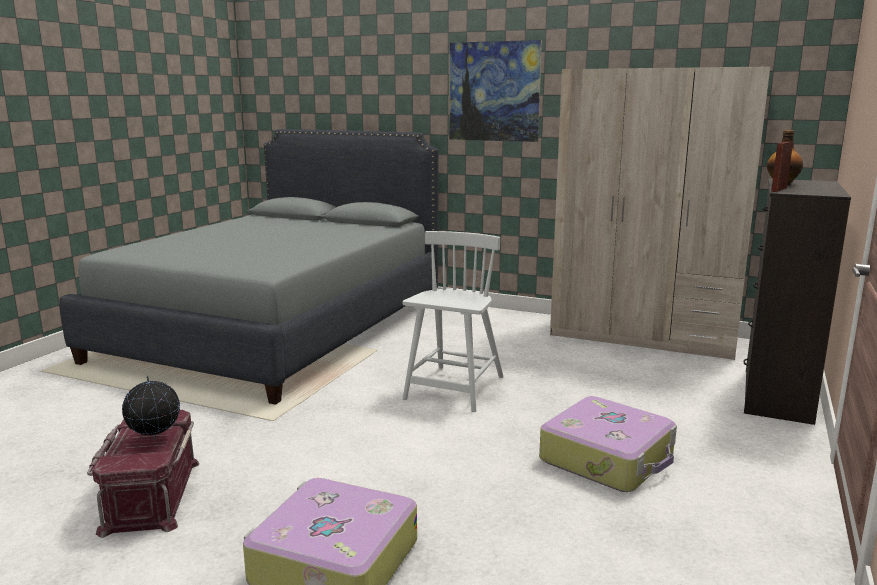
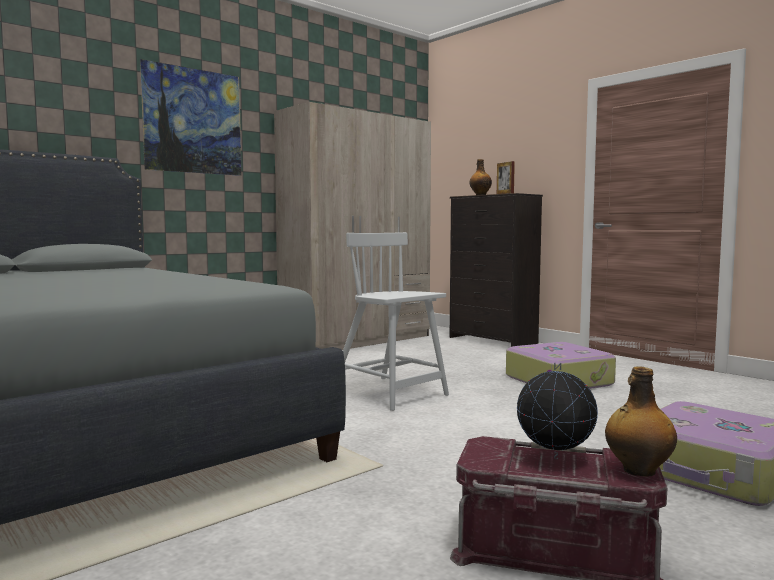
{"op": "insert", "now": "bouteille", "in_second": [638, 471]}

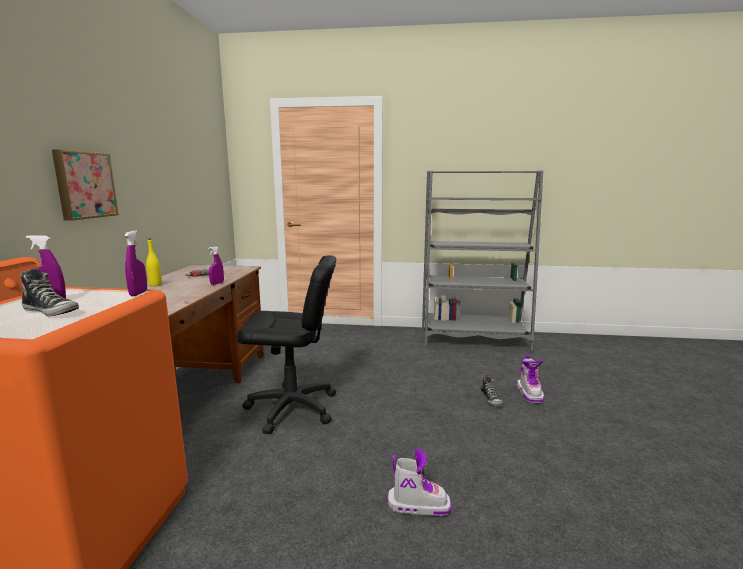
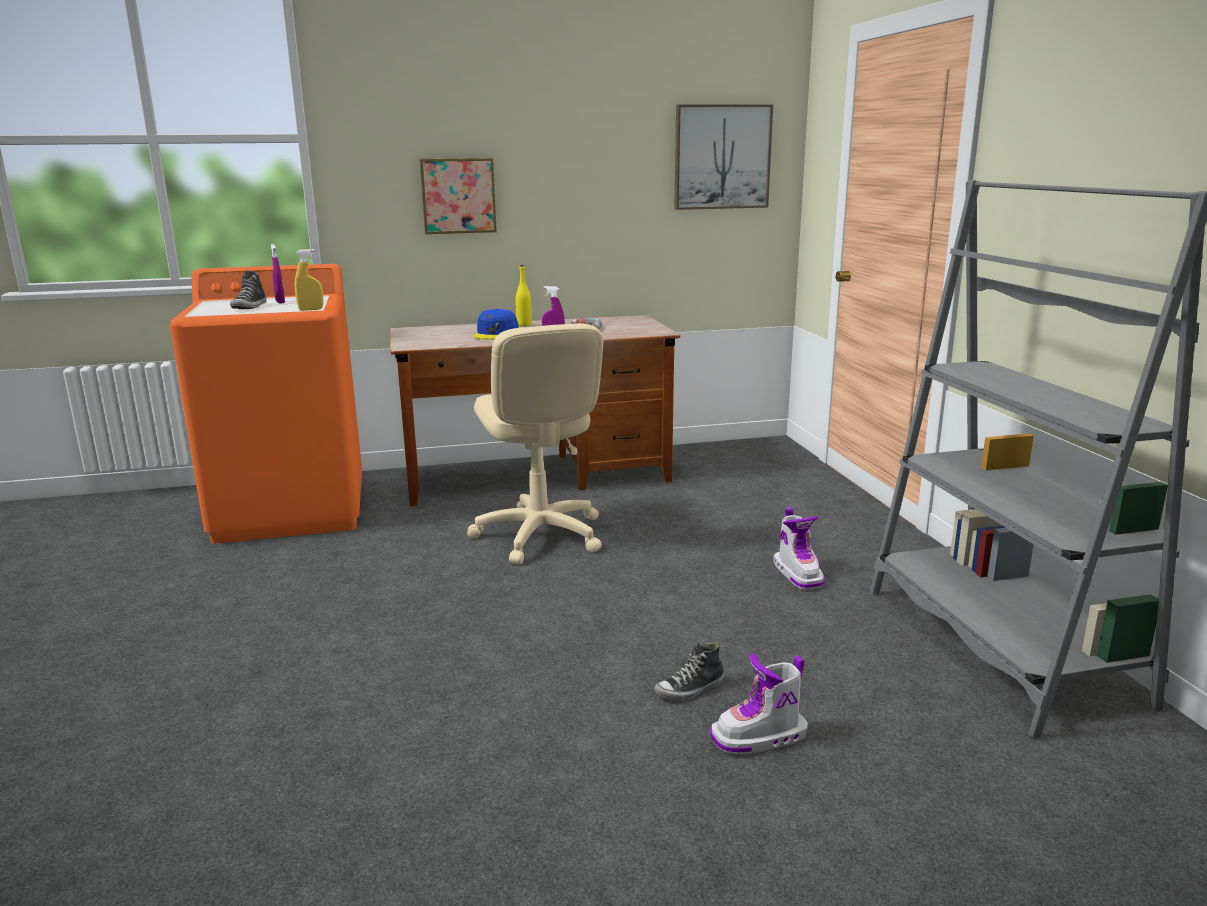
{"op": "insert", "now": "casquette (bleu)", "in_second": [496, 334]}
{"op": "insert", "now": "tableau", "in_second": [722, 157]}
{"op": "move", "was": "botte", "in_first": [418, 505], "in_second": [798, 574]}
{"op": "recolor", "was": "vaporisateur (violet)", "now": "vaporisateur (jaune)", "in_first": [138, 293], "in_second": [311, 309]}
{"op": "recolor", "was": "chaise de bureau (noir)", "now": "chaise de bureau (beige)", "in_first": [292, 408], "in_second": [539, 535]}

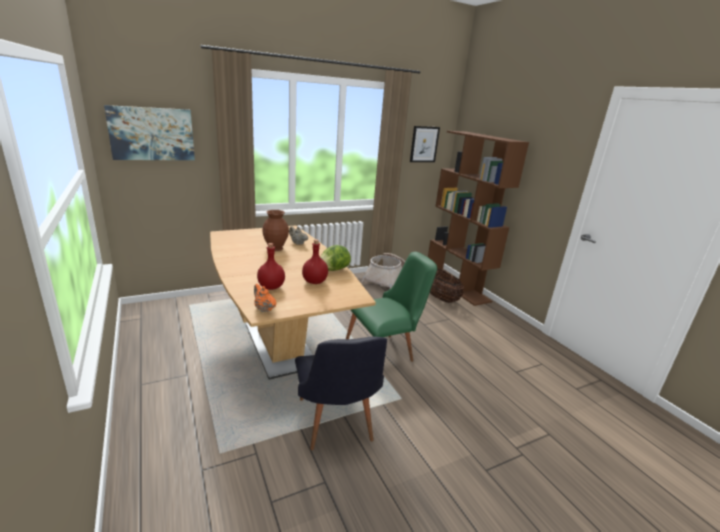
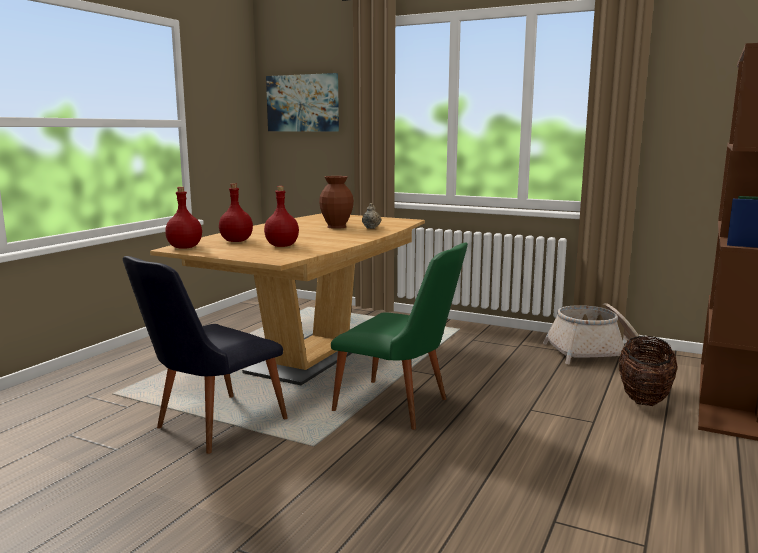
{"op": "delete", "was": "laitue", "in_first": [333, 270]}
{"op": "delete", "was": "tableau", "in_first": [424, 144]}
{"op": "replace", "was": "théière (orange)", "now": "bouteille (rouge)", "in_first": [264, 309], "in_second": [184, 247]}

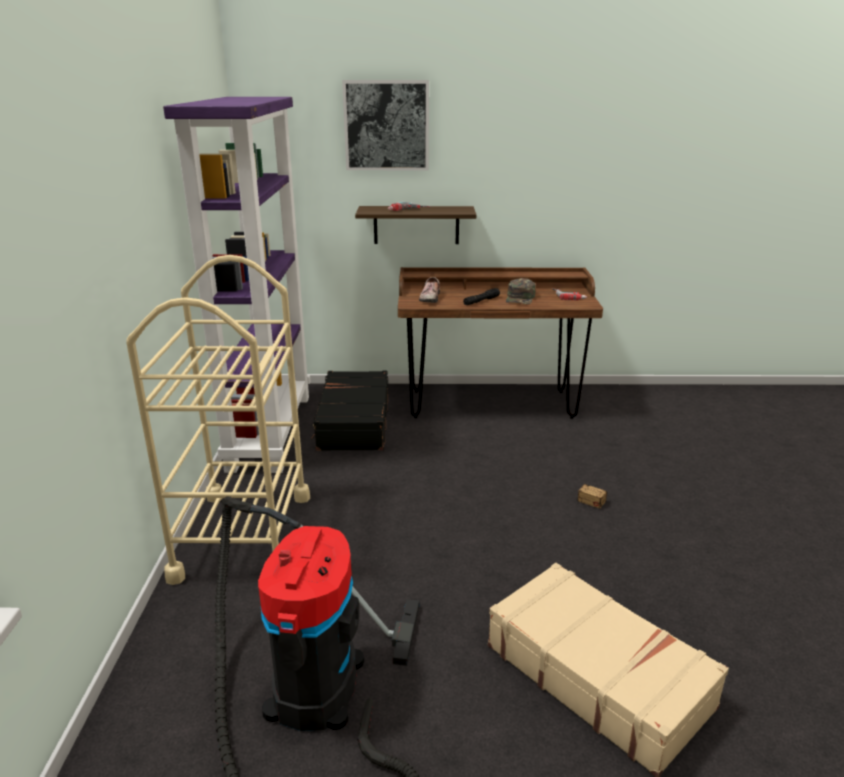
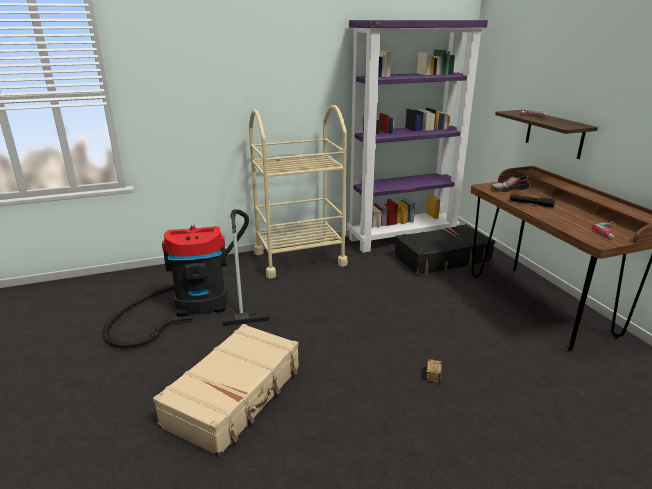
{"op": "delete", "was": "tableau", "in_first": [386, 125]}
{"op": "delete", "was": "casquette (vert)", "in_first": [520, 298]}

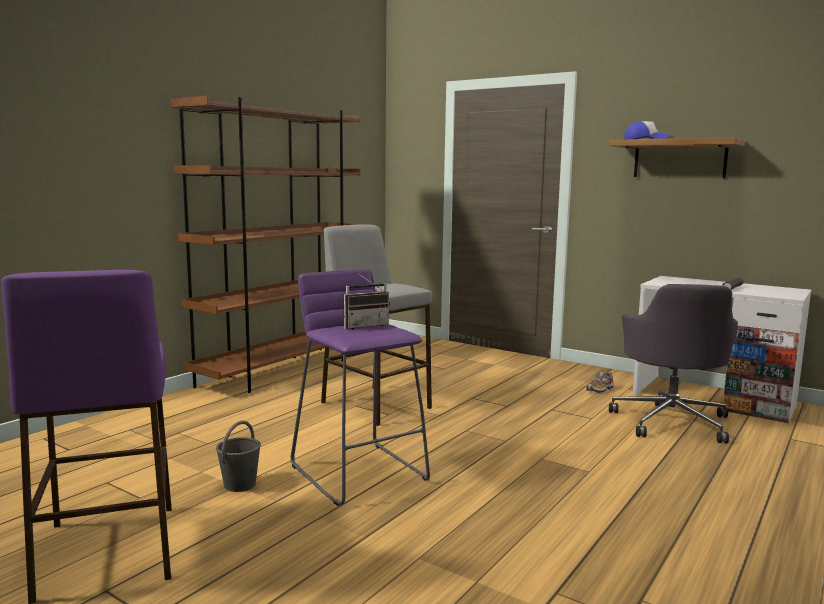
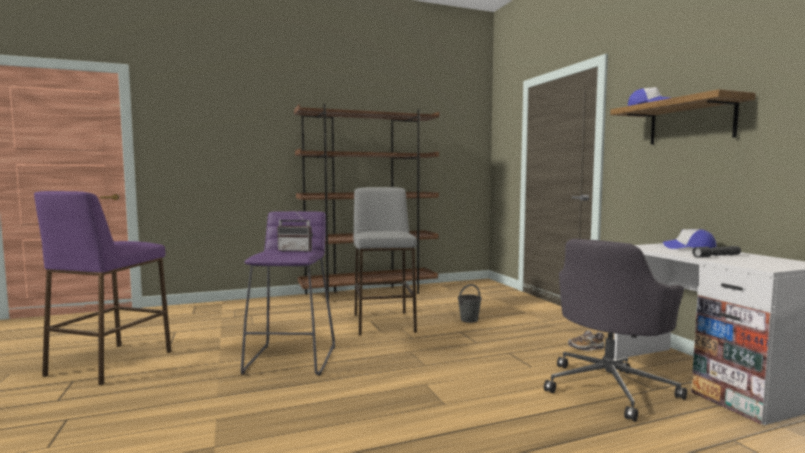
{"op": "insert", "now": "casquette", "in_second": [689, 248]}
{"op": "move", "was": "seau (gris)", "in_first": [240, 484], "in_second": [469, 320]}

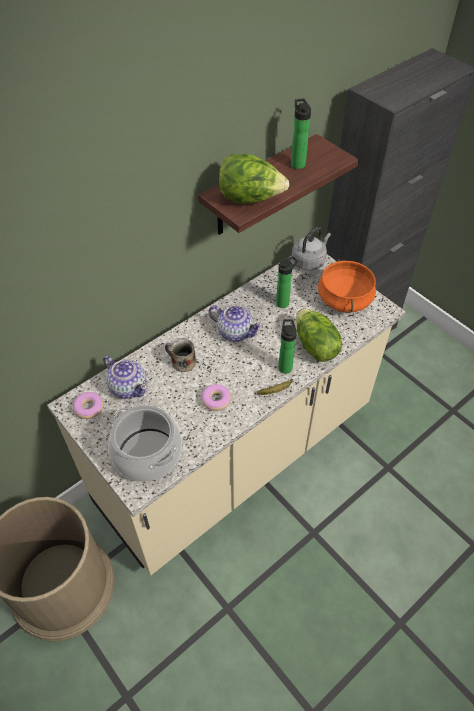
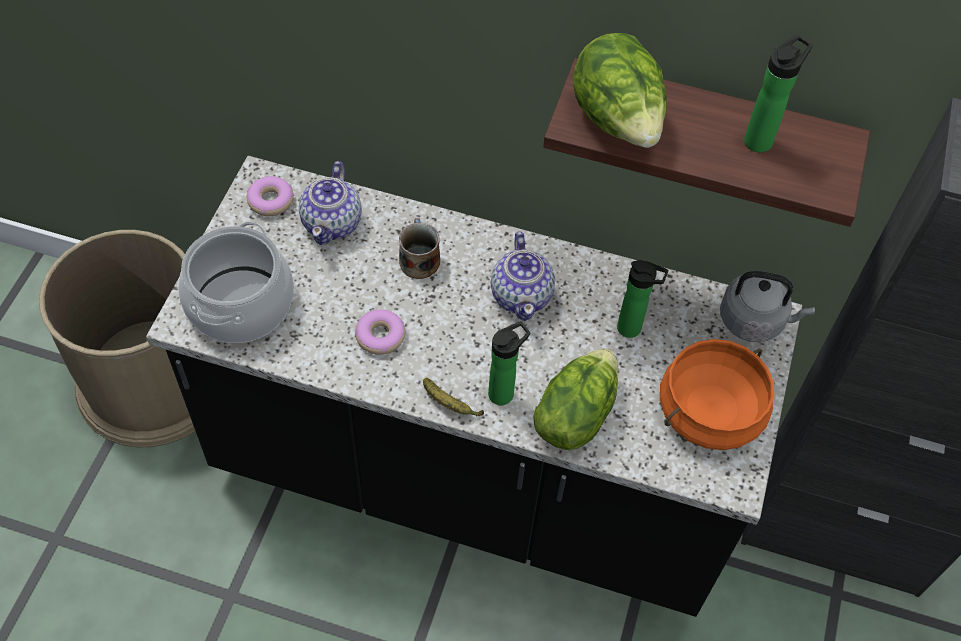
{"op": "recolor", "was": "comptoir de cuisine (beige)", "now": "comptoir de cuisine (noir)", "in_first": [237, 456], "in_second": [471, 477]}

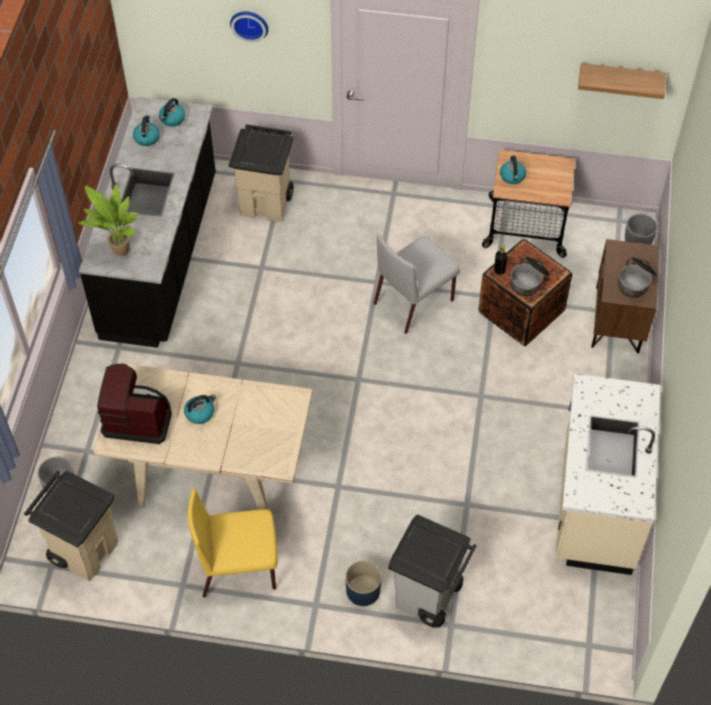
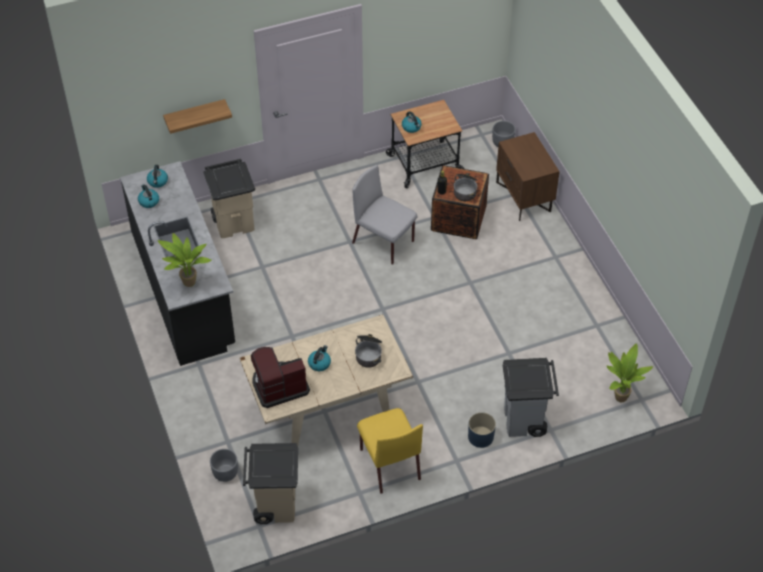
{"op": "delete", "was": "horloge murale", "in_first": [249, 24]}
{"op": "delete", "was": "comptoir de cuisine (beige)", "in_first": [595, 504]}
{"op": "insert", "now": "plante en pot", "in_second": [619, 397]}
{"op": "move", "was": "étagère", "in_first": [620, 79], "in_second": [195, 115]}
{"op": "move", "was": "marmite", "in_first": [636, 282], "in_second": [369, 353]}
{"op": "rotate", "was": "chaise (jaune)", "in_first": [239, 567], "in_second": [389, 463], "clockwise": -75}
{"op": "rotate", "was": "chaise (gris)", "in_first": [414, 301], "in_second": [384, 242], "clockwise": 105}

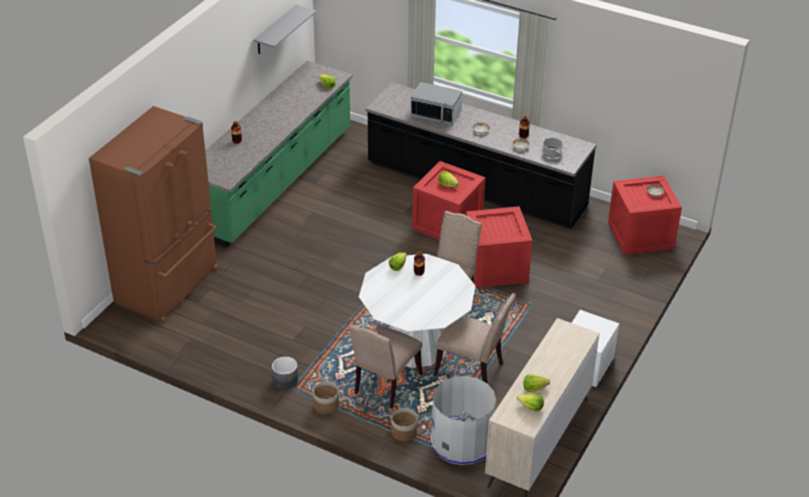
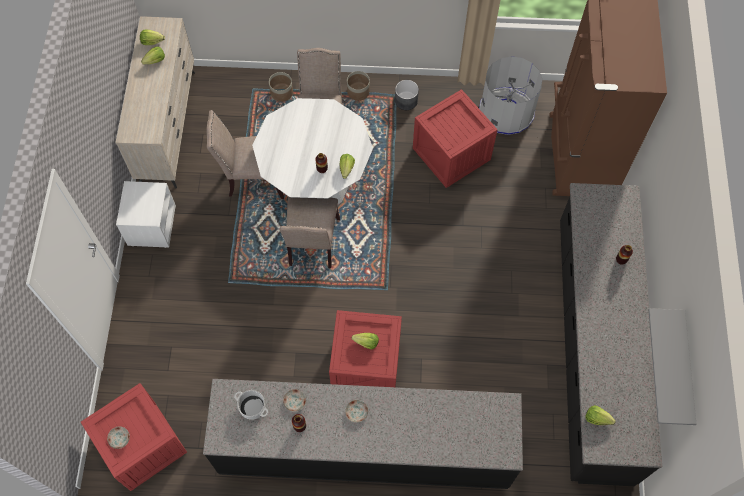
{"op": "delete", "was": "micro-ondes", "in_first": [436, 115]}
{"op": "move", "was": "poubelle (gris)", "in_first": [462, 441], "in_second": [506, 111]}
{"op": "move", "was": "caisse", "in_first": [496, 268], "in_second": [450, 153]}
{"op": "recolor", "was": "comptoir de cuisine (vert)", "now": "comptoir de cuisine (noir)", "in_first": [274, 181], "in_second": [592, 347]}

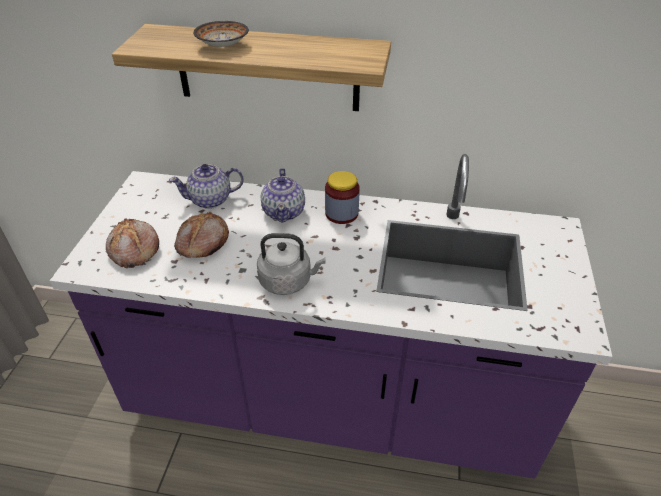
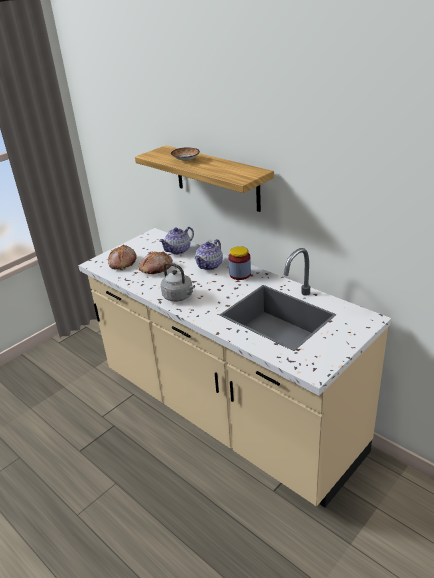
{"op": "recolor", "was": "comptoir de cuisine (violet)", "now": "comptoir de cuisine (beige)", "in_first": [330, 401], "in_second": [226, 413]}
{"op": "rotate", "was": "théière", "in_first": [211, 200], "in_second": [178, 250], "clockwise": -60}

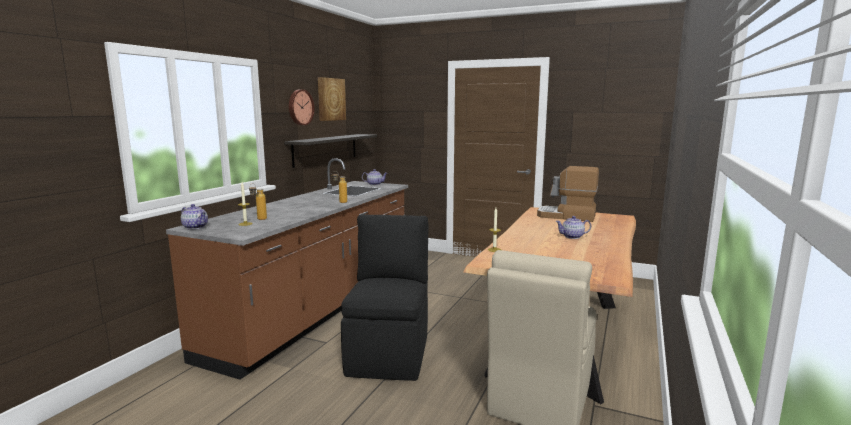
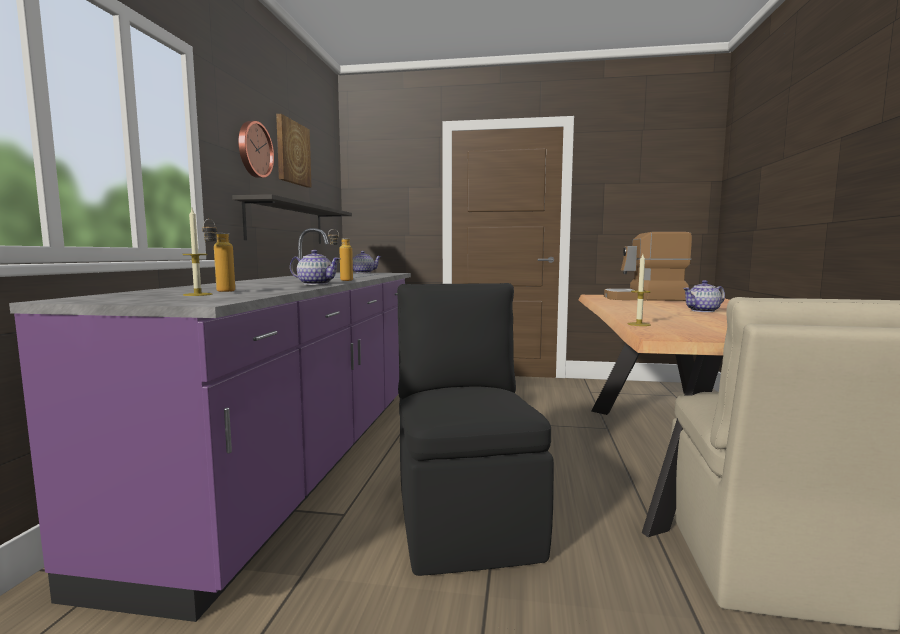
{"op": "move", "was": "théière", "in_first": [195, 227], "in_second": [315, 284]}
{"op": "recolor", "was": "comptoir de cuisine (marron)", "now": "comptoir de cuisine (violet)", "in_first": [319, 309], "in_second": [303, 461]}

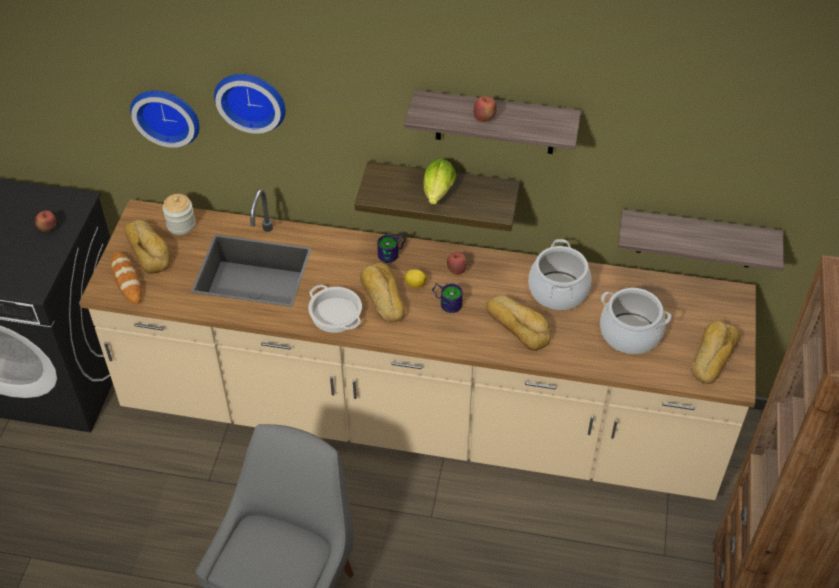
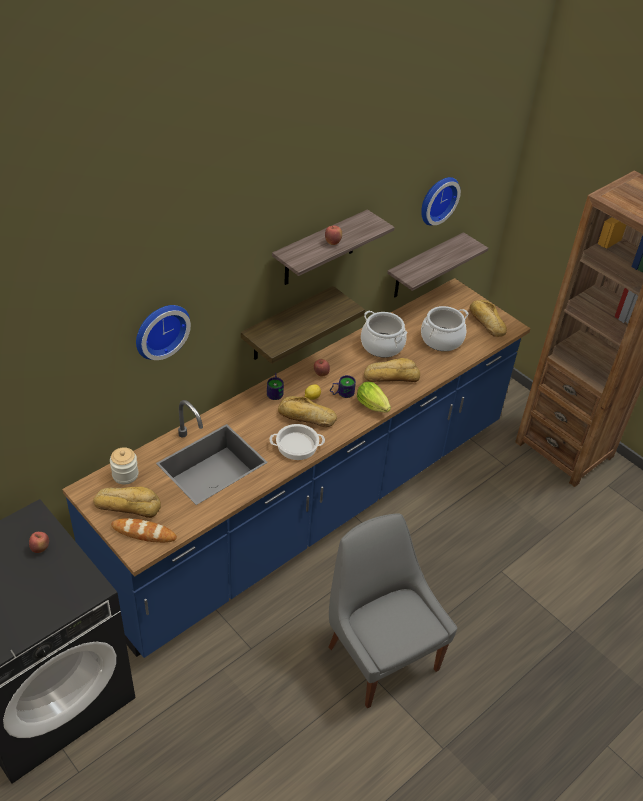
{"op": "move", "was": "horloge murale", "in_first": [167, 114], "in_second": [436, 199]}
{"op": "move", "was": "laitue", "in_first": [437, 195], "in_second": [374, 407]}
{"op": "recolor", "was": "comptoir de cuisine (beige)", "now": "comptoir de cuisine (bleu)", "in_first": [419, 417], "in_second": [313, 507]}

